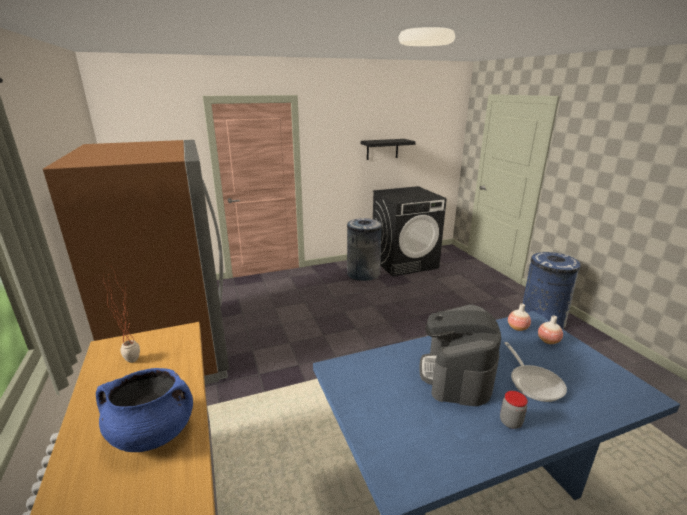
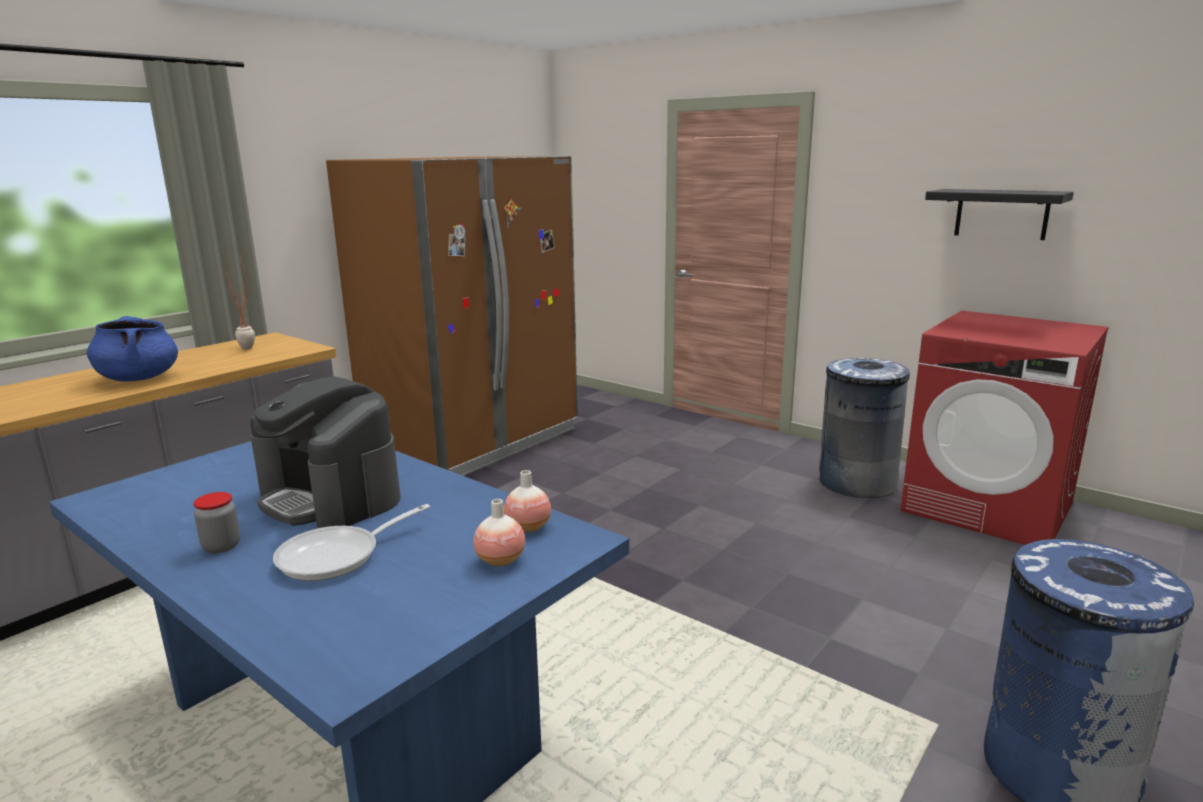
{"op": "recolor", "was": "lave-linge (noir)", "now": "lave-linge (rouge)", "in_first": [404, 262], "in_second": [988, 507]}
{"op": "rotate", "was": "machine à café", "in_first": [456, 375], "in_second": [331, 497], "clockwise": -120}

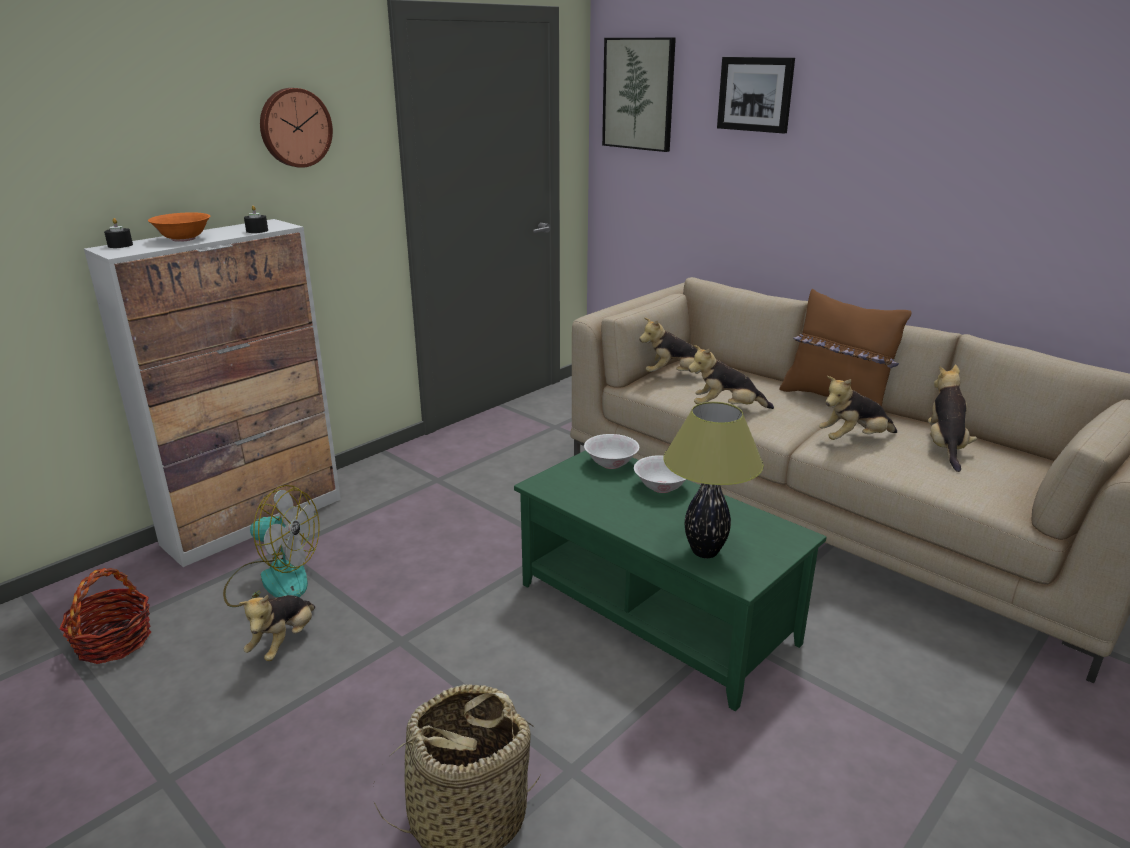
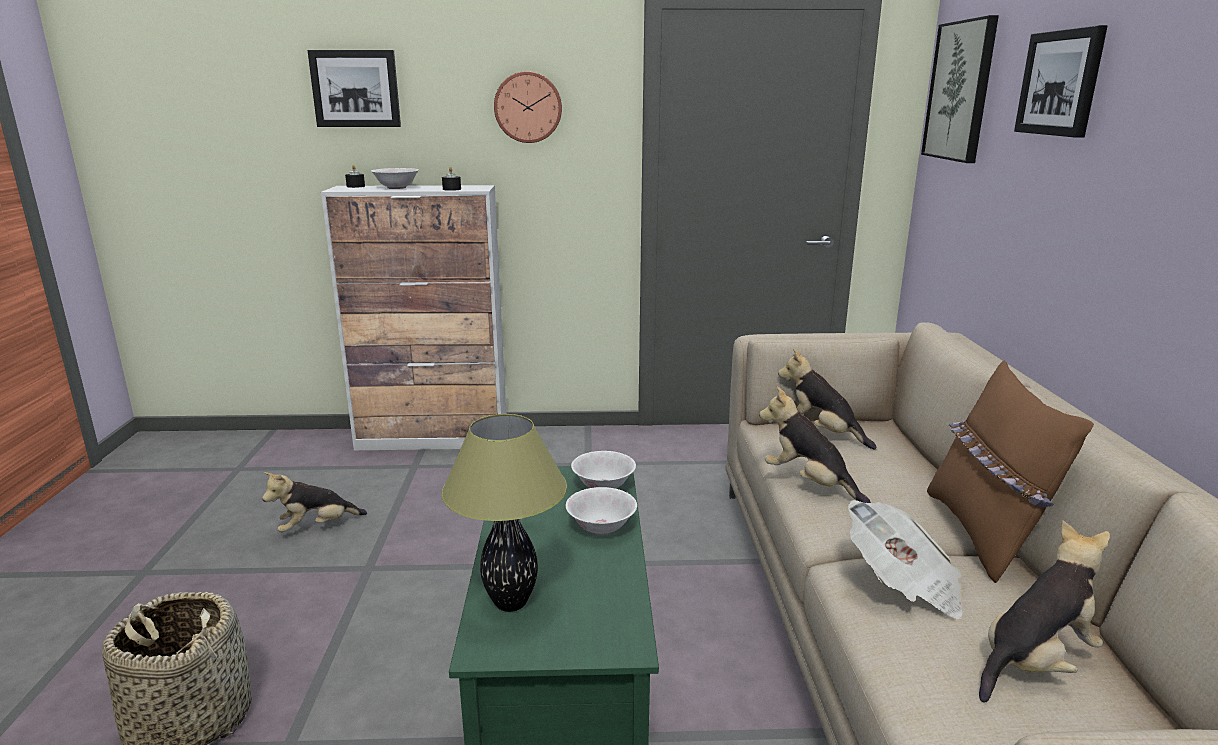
{"op": "delete", "was": "panier", "in_first": [114, 641]}
{"op": "delete", "was": "ventilateur", "in_first": [273, 579]}
{"op": "insert", "now": "tableau", "in_second": [356, 89]}
{"op": "replace", "was": "peluche", "now": "journal", "in_first": [854, 439], "in_second": [903, 585]}
{"op": "recolor", "was": "bol (orange)", "now": "bol (blanc)", "in_first": [184, 239], "in_second": [396, 188]}

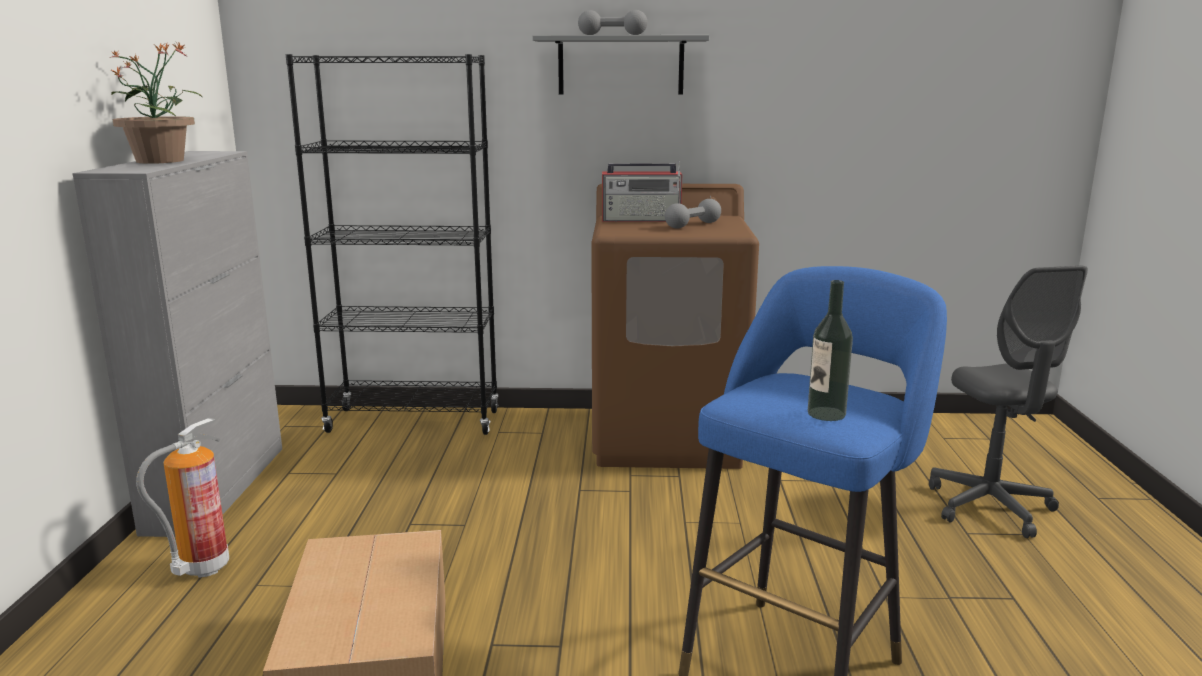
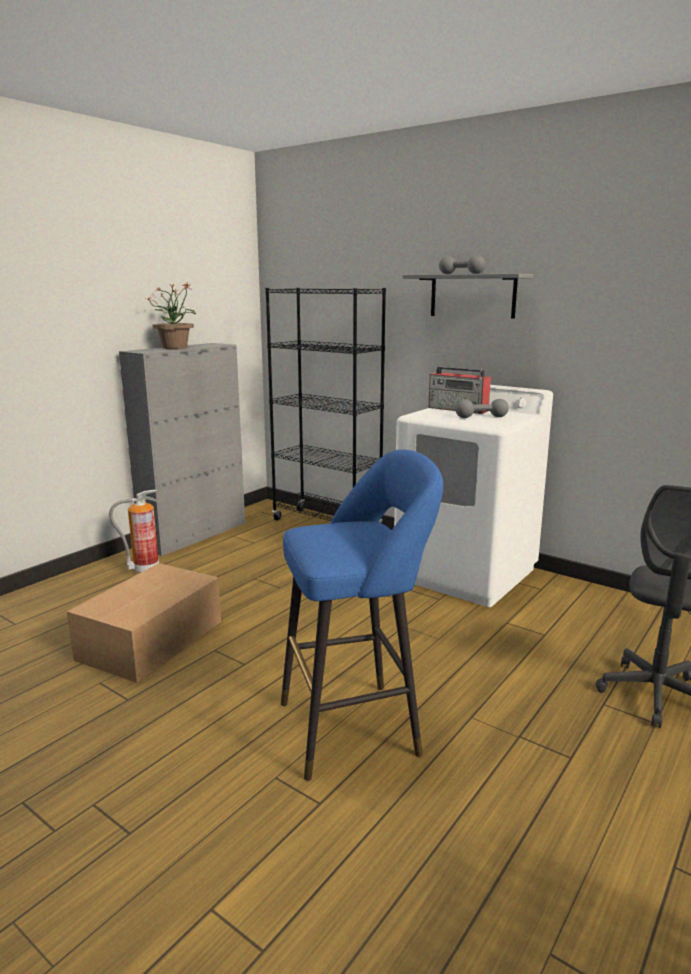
{"op": "delete", "was": "bouteille", "in_first": [826, 414]}
{"op": "recolor", "was": "lave-linge (marron)", "now": "lave-linge (blanc)", "in_first": [668, 437], "in_second": [466, 574]}

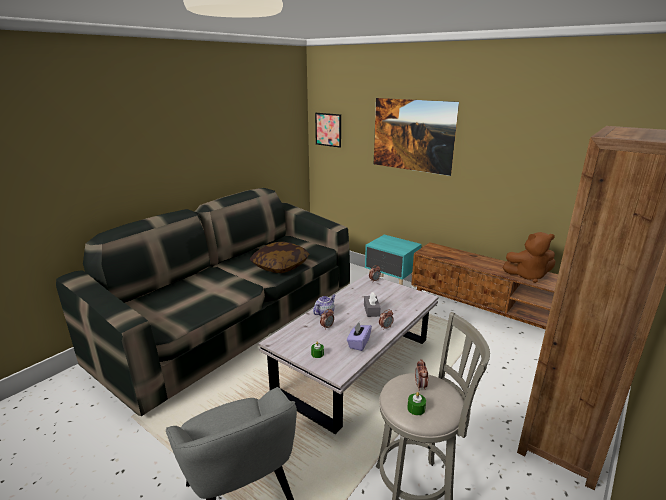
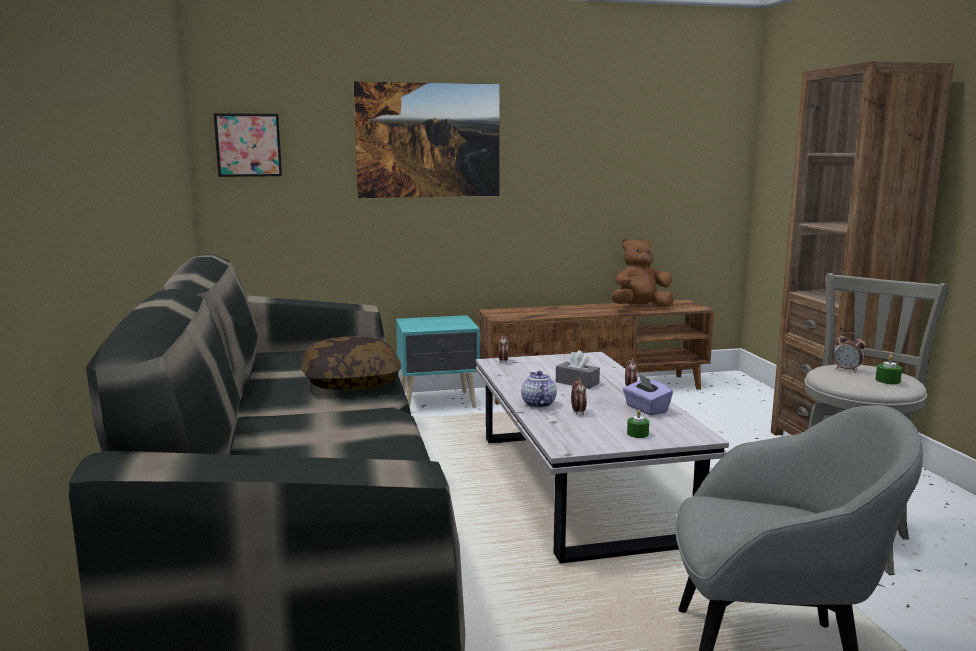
{"op": "rotate", "was": "peluche (marron)", "in_first": [528, 275], "in_second": [640, 308], "clockwise": -150}

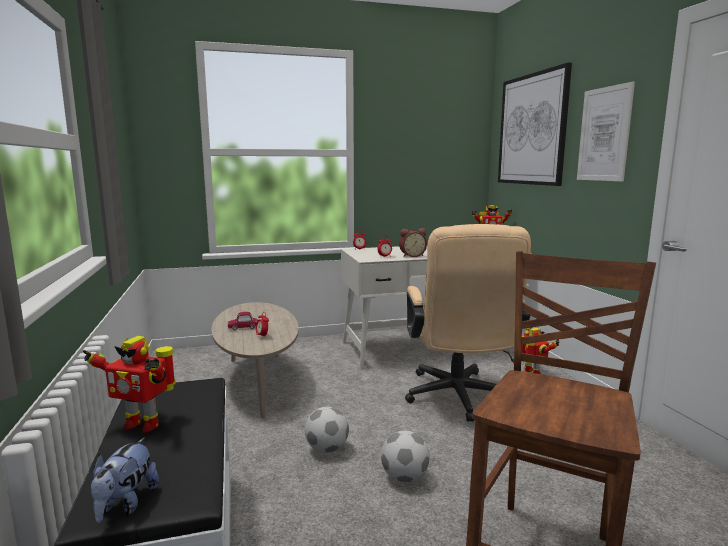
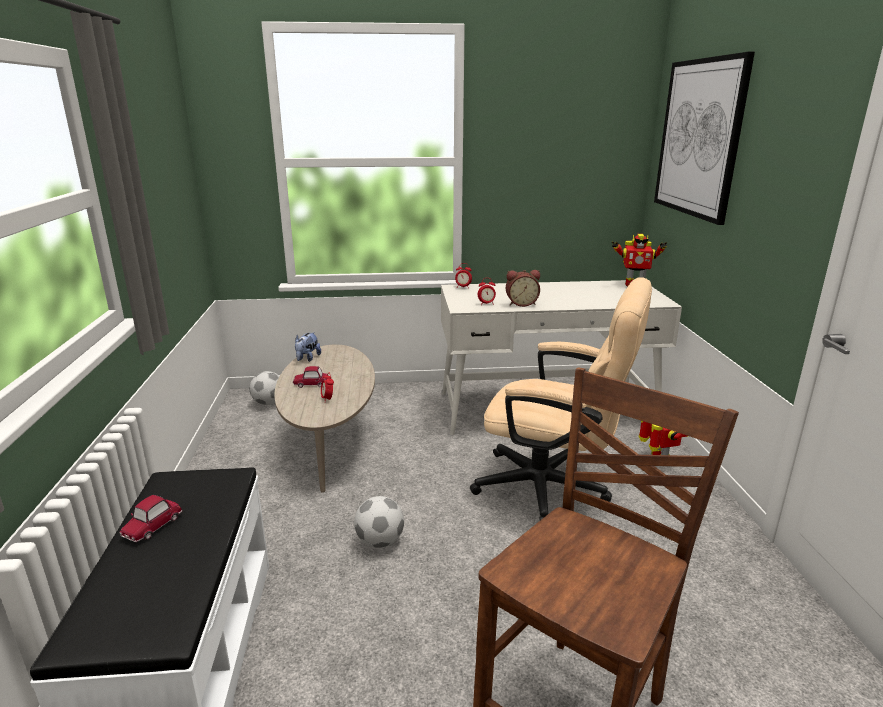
{"op": "delete", "was": "tableau", "in_first": [604, 134]}
{"op": "move", "was": "peluche", "in_first": [126, 504], "in_second": [307, 358]}
{"op": "move", "was": "ballon de foot", "in_first": [404, 477], "in_second": [269, 403]}
{"op": "replace", "was": "robot jouet", "now": "petite voiture", "in_first": [142, 424], "in_second": [152, 526]}
{"op": "rotate", "was": "chaise de bureau (beige)", "in_first": [458, 399], "in_second": [553, 489], "clockwise": -75}

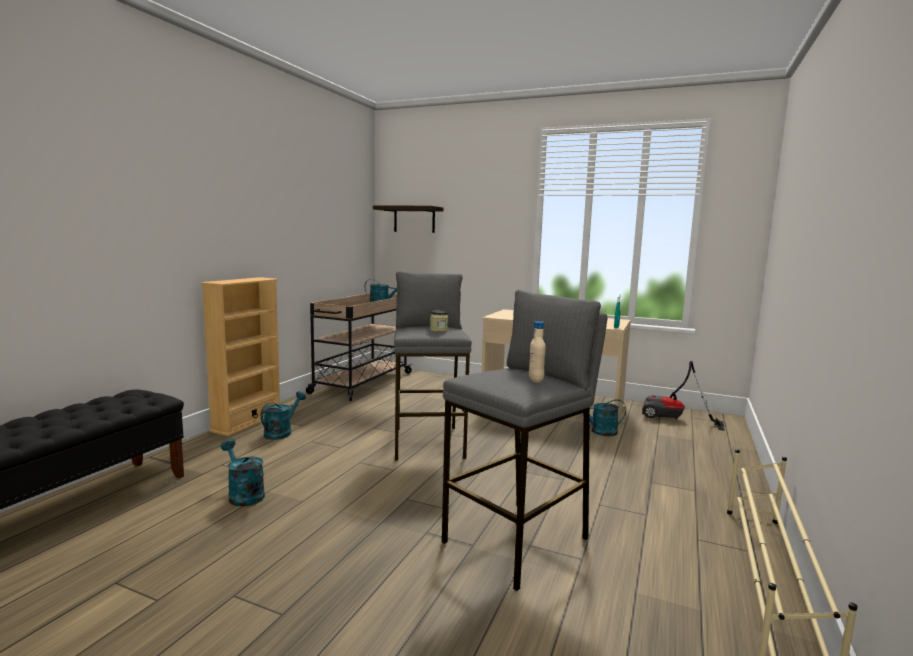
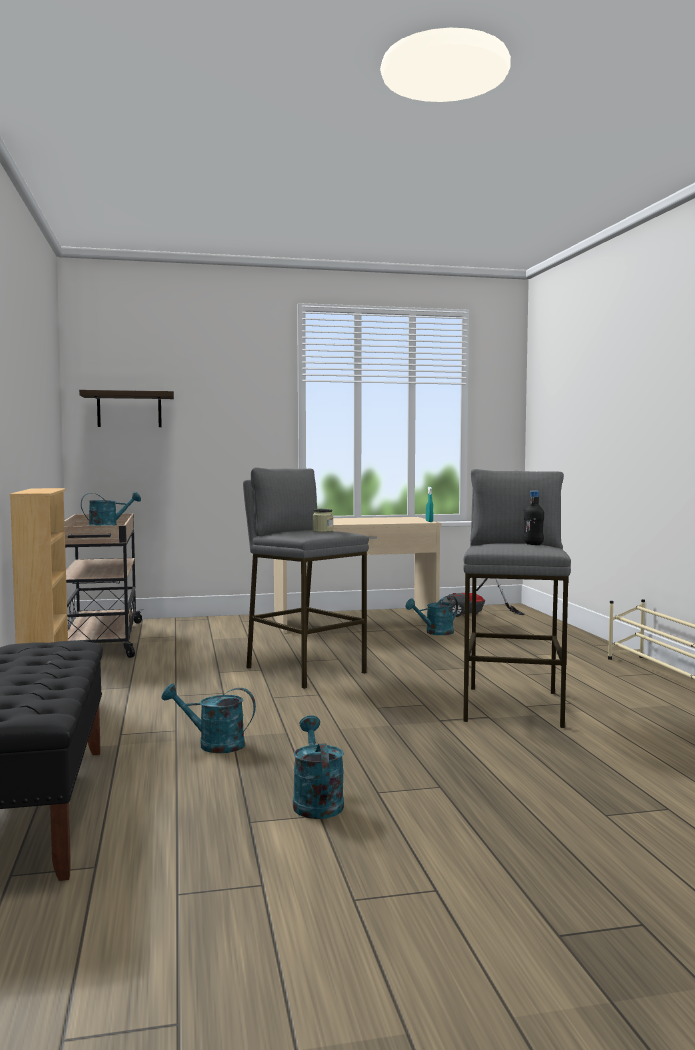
{"op": "move", "was": "arrosoir (turquoise)", "in_first": [281, 432], "in_second": [316, 802]}
{"op": "recolor", "was": "bouteille (beige)", "now": "bouteille (noir)", "in_first": [536, 380], "in_second": [533, 544]}

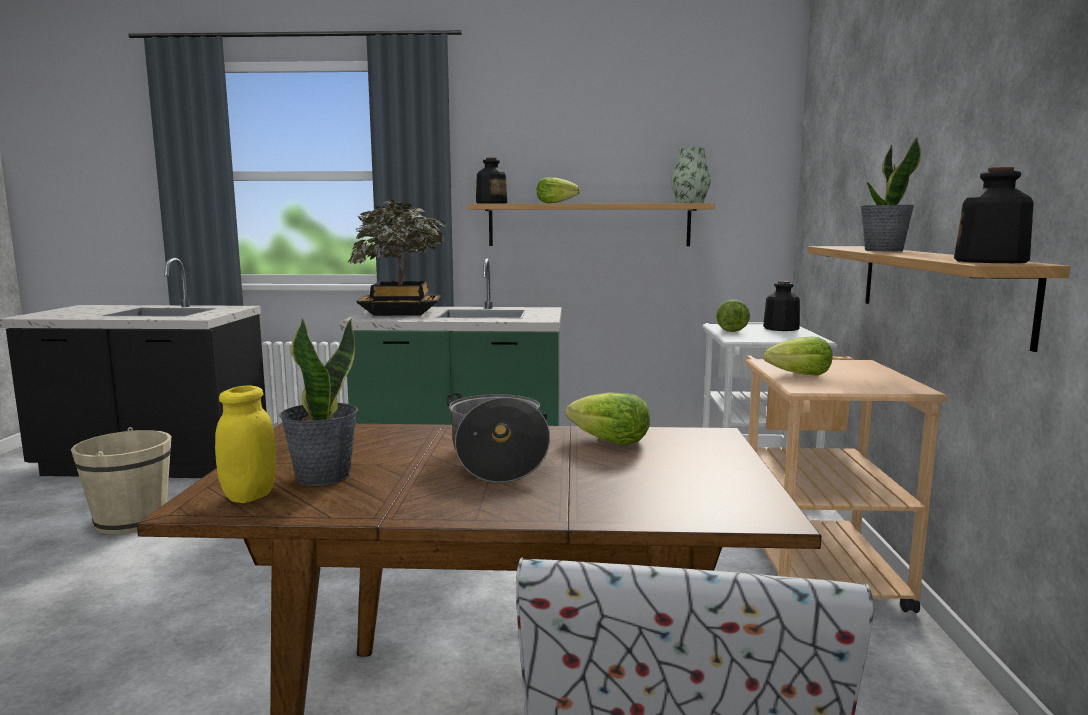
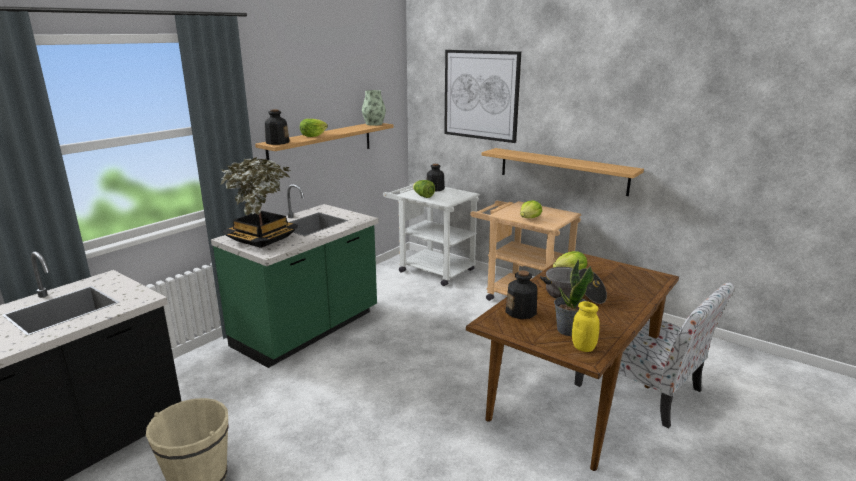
{"op": "delete", "was": "plante en pot", "in_first": [883, 250]}
{"op": "insert", "now": "tableau", "in_second": [481, 95]}
{"op": "move", "was": "bouteille", "in_first": [990, 261], "in_second": [521, 312]}

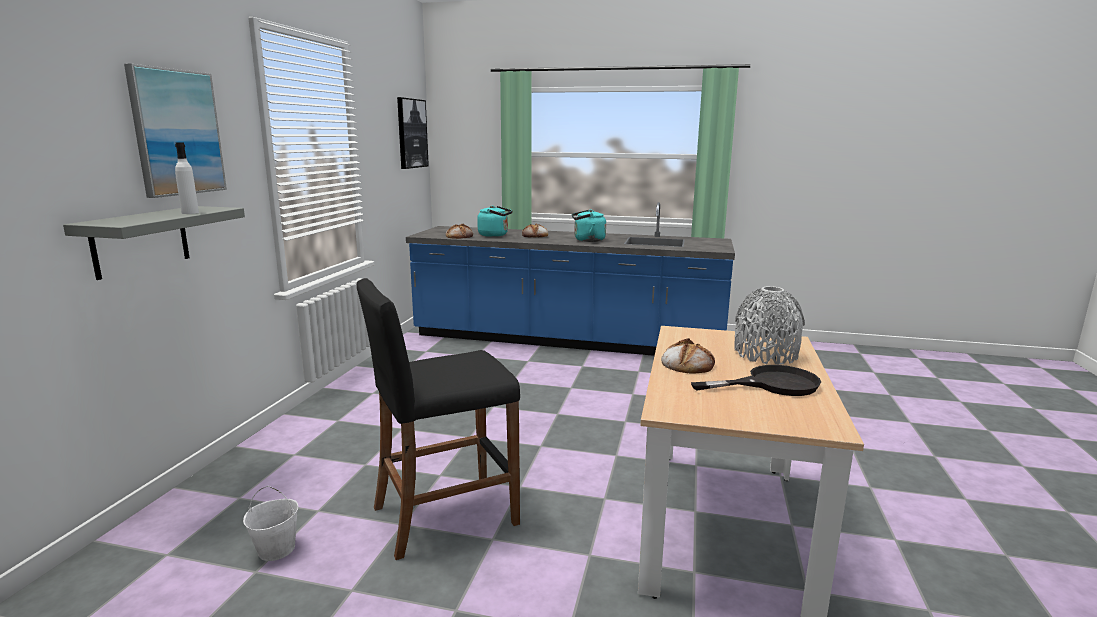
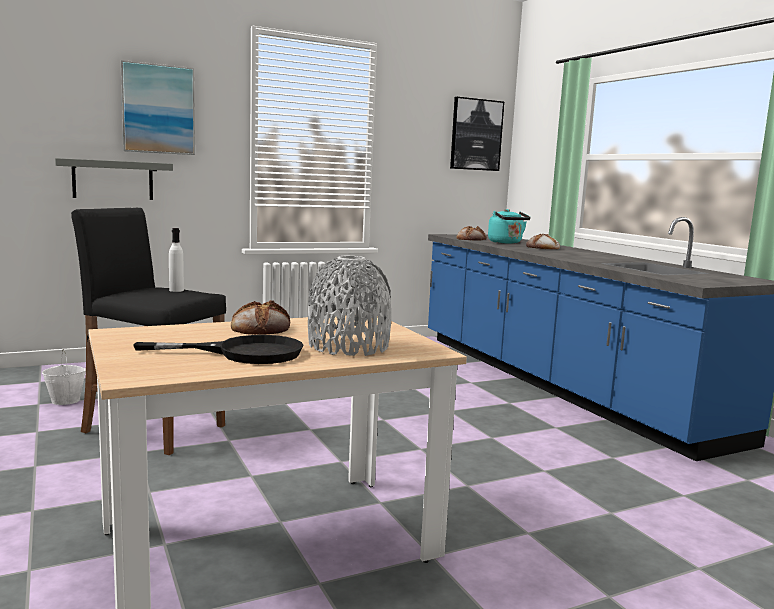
{"op": "delete", "was": "bouilloire (turquoise)", "in_first": [587, 240]}
{"op": "move", "was": "bouteille (blanc)", "in_first": [190, 213], "in_second": [176, 290]}
{"op": "rotate", "was": "poêle (noir)", "in_first": [771, 384], "in_second": [244, 353], "clockwise": -45}

